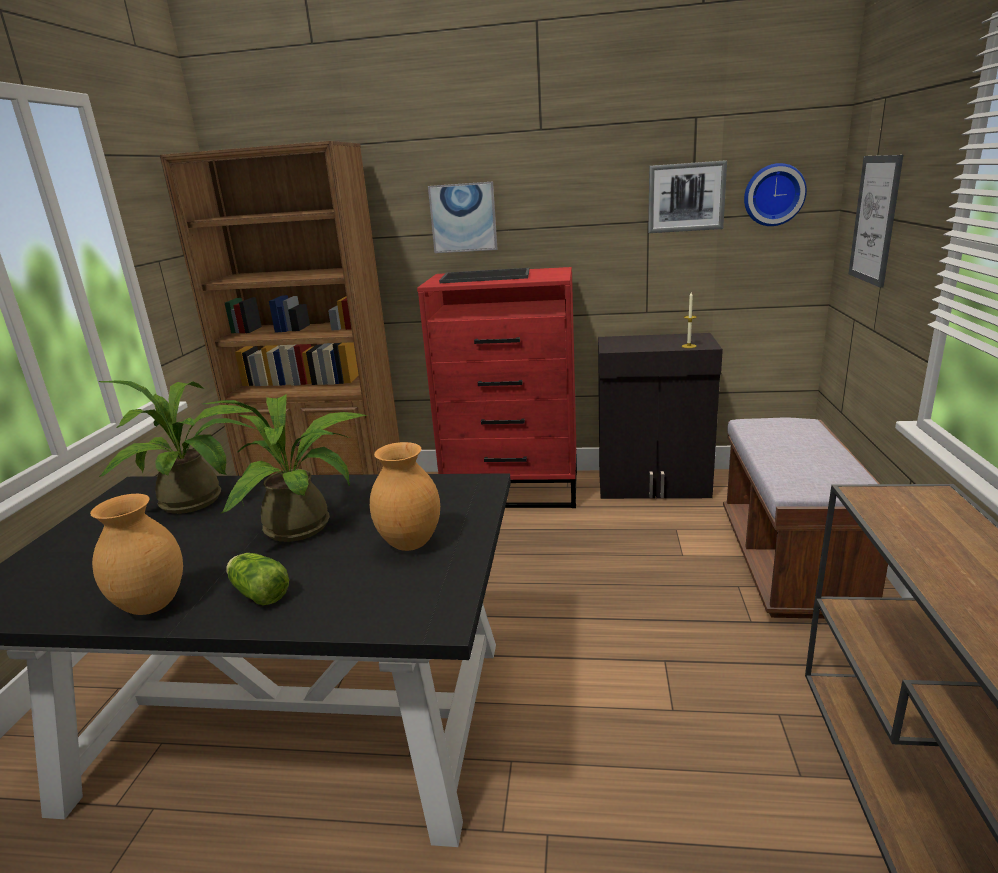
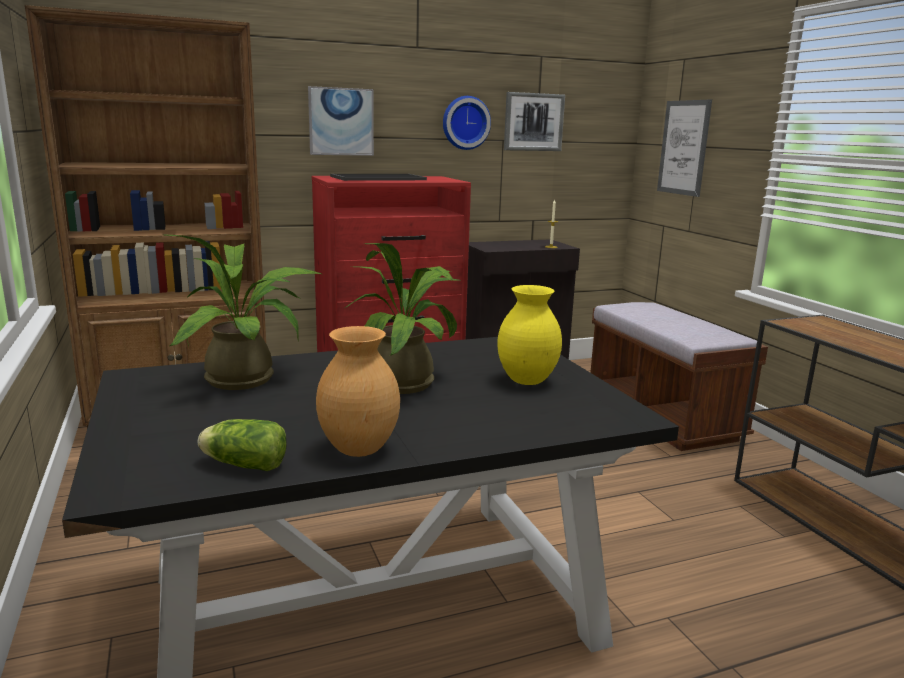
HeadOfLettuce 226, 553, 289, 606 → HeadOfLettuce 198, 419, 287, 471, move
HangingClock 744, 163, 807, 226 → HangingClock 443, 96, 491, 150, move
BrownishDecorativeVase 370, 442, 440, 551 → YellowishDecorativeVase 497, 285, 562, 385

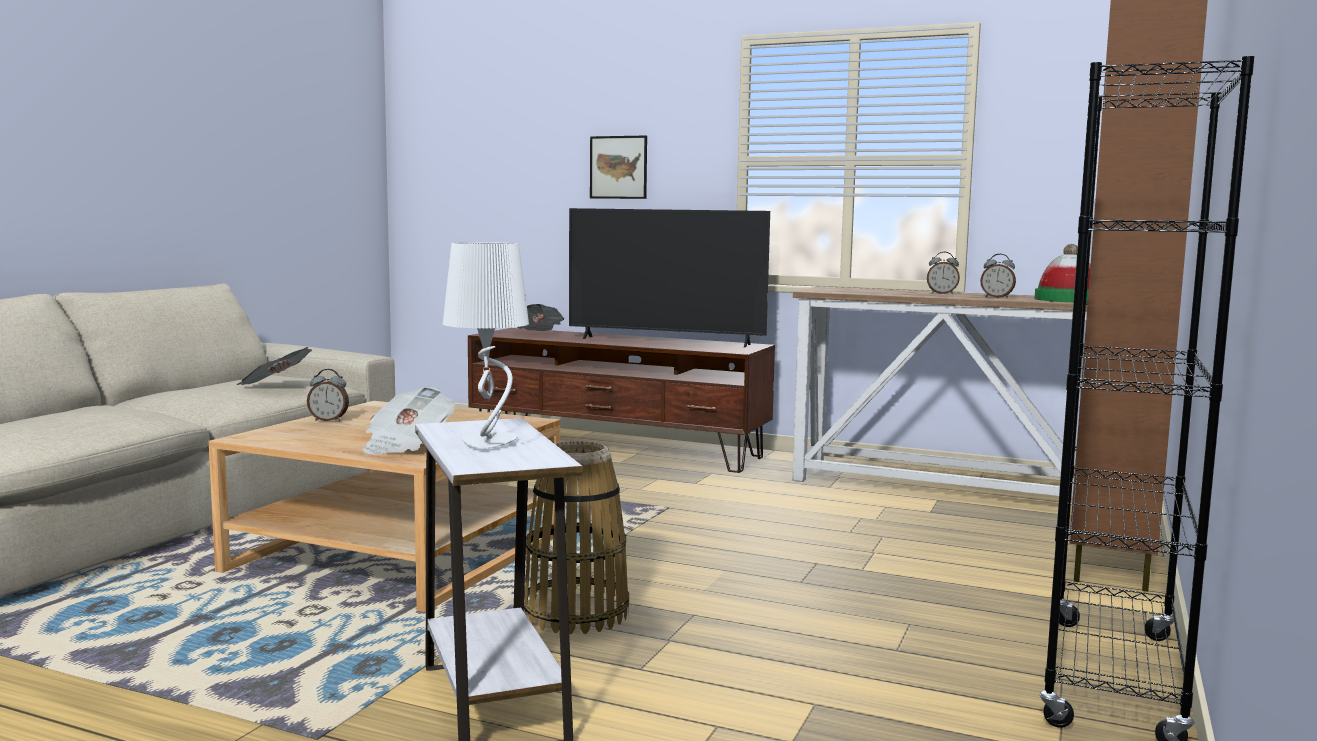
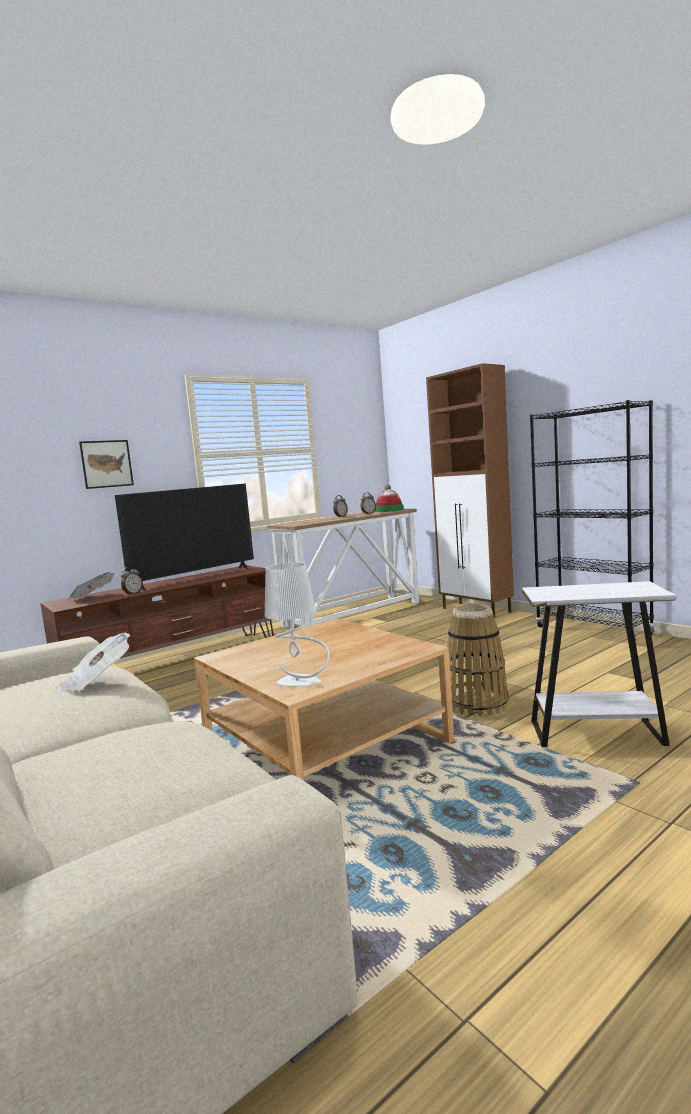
Newspaper 363, 387, 455, 455 → -
BedsideClock 307, 369, 349, 421 → BedsideClock 121, 566, 143, 596, move
WhitishTabletopLamp 443, 242, 529, 448 → WhitishTabletopLamp 265, 562, 329, 687, move

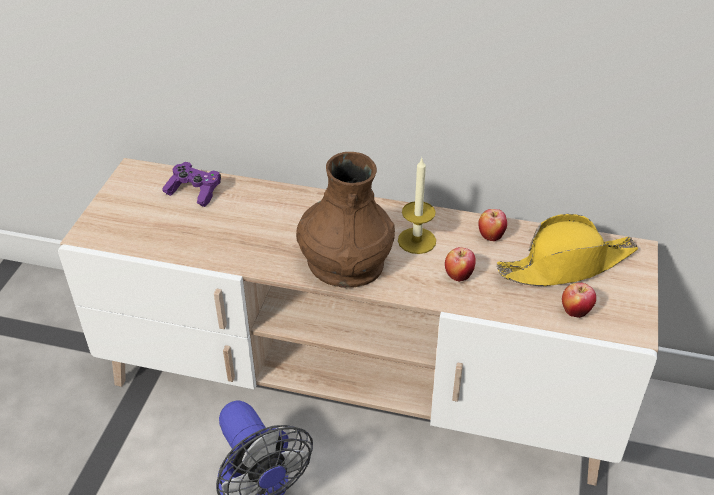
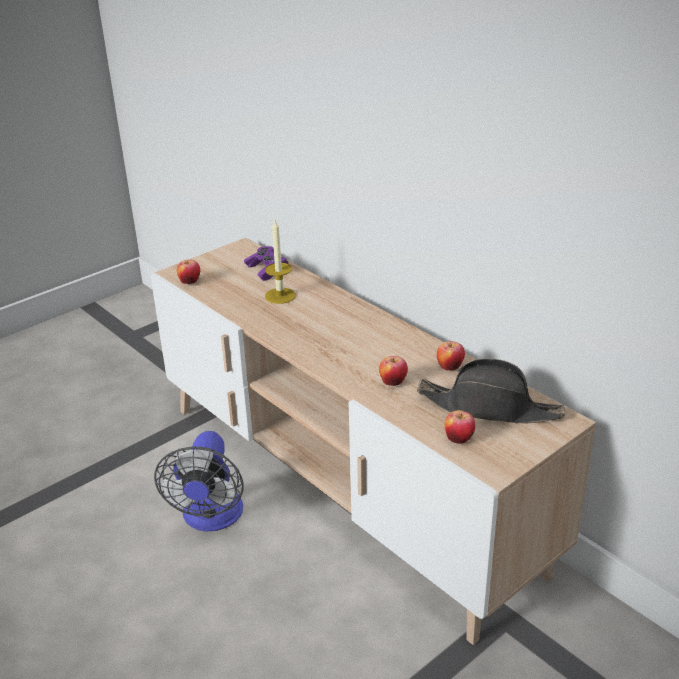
BrownishDecorativeVase 296, 152, 395, 288 → -
- → Apple 177, 260, 200, 284
WaxLight 398, 158, 436, 254 → WaxLight 265, 220, 296, 304, move
YellowishWearableHat 497, 214, 638, 286 → BlackishWearableHat 417, 359, 565, 423

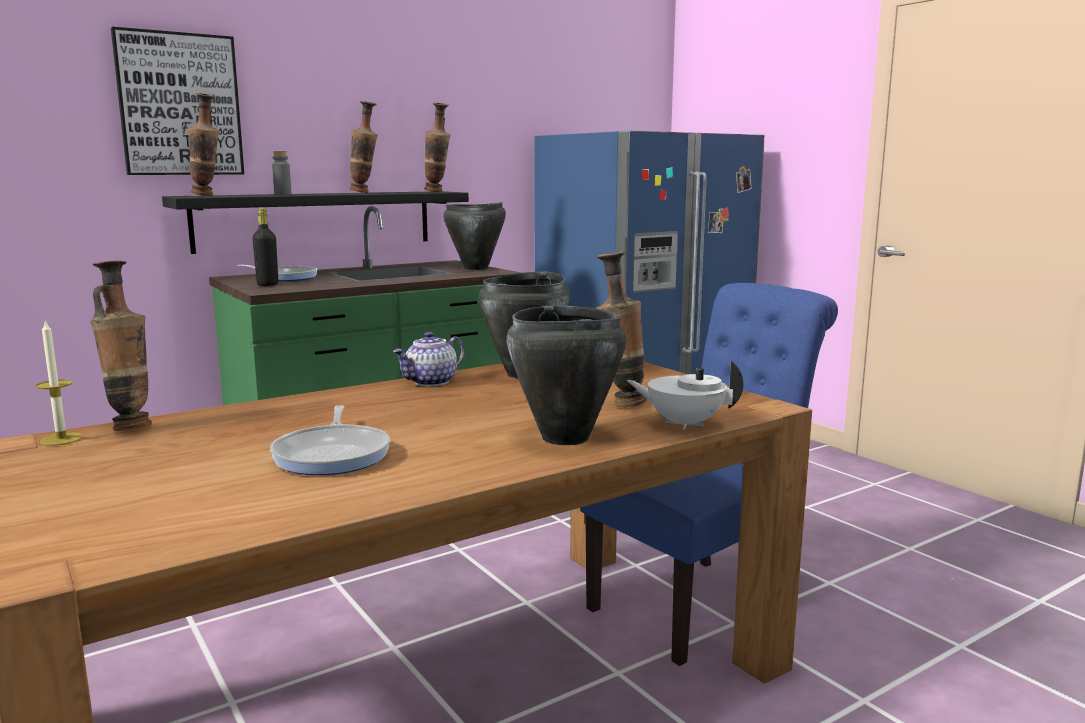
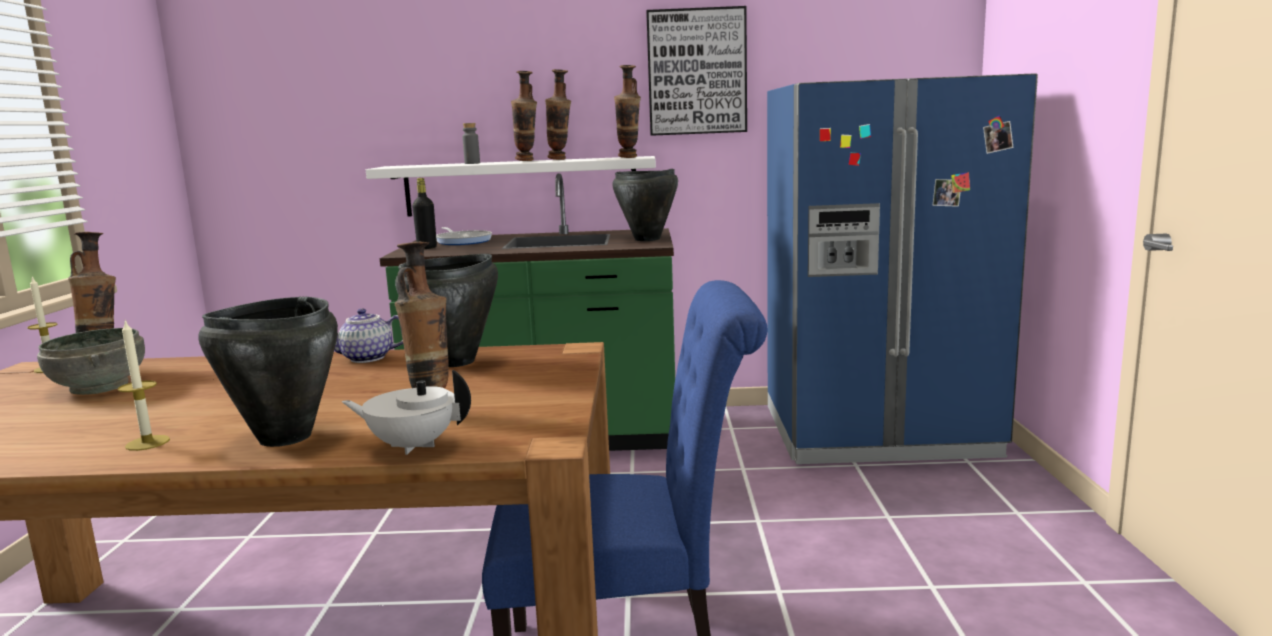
Pan 270, 405, 390, 475 → -
- → GrayBowl 37, 328, 145, 395
- → WaxLight 118, 320, 170, 451
WallPicture 111, 27, 244, 175 → WallPicture 646, 6, 747, 136, move
DecorativeVase 188, 93, 219, 196 → DecorativeVase 511, 71, 537, 161, move
BlackishBracketShelf 162, 191, 469, 254 → WhitishBracketShelf 366, 156, 656, 217
WhitishPotForTea 627, 360, 744, 430 → WhitishPotForTea 342, 370, 471, 455, 45 degrees counterclockwise

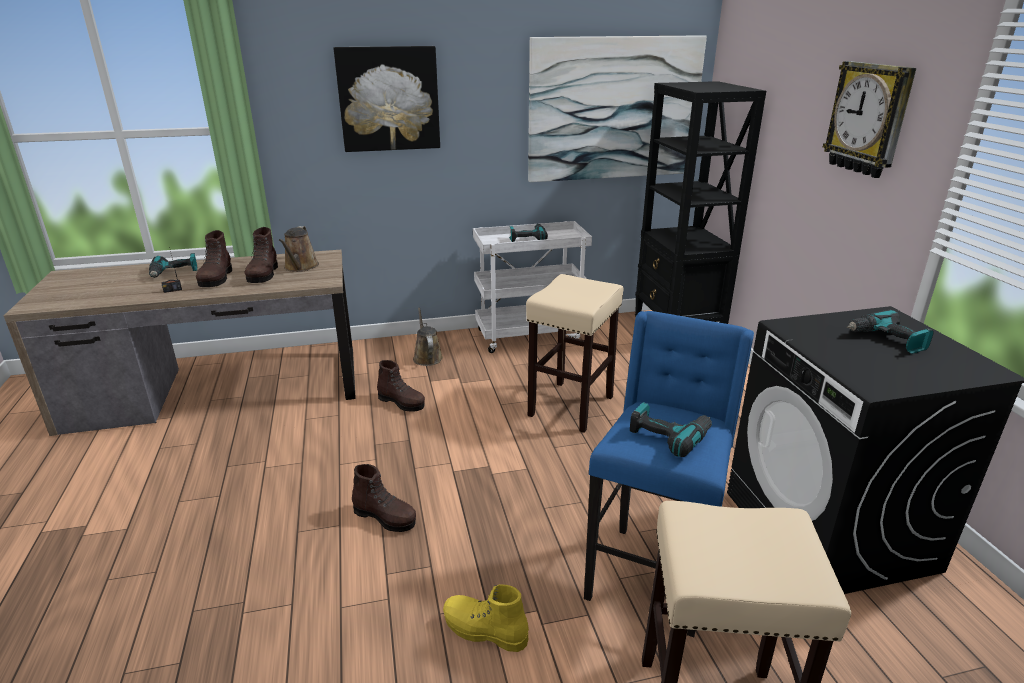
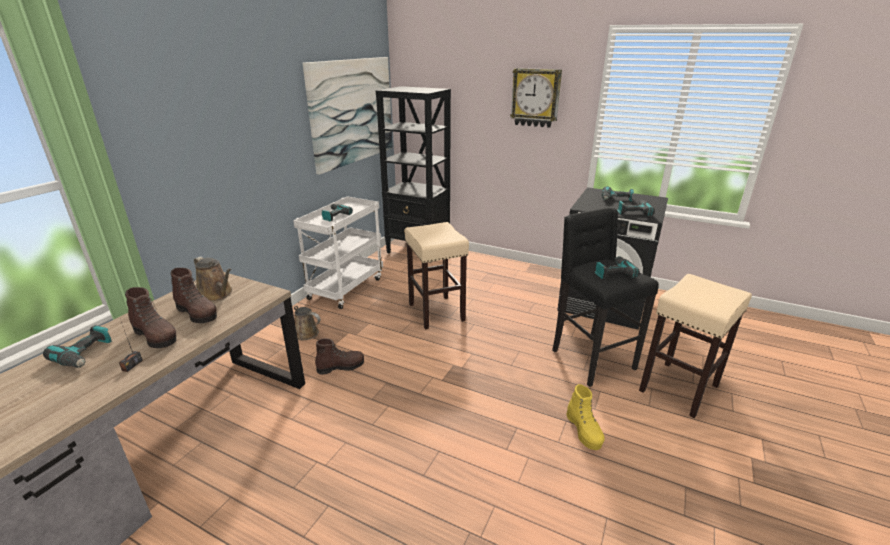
WallPicture 334, 46, 440, 152 → -
BrownishHighTopBoot 352, 464, 416, 532 → -
- → Drill 617, 200, 655, 216
BlueColouredStoolSeat 584, 311, 754, 637 → BlackishStoolSeat 552, 208, 659, 387
YellowishHighTopBoot 443, 584, 529, 652 → YellowishHighTopBoot 566, 384, 605, 450, 75 degrees counterclockwise

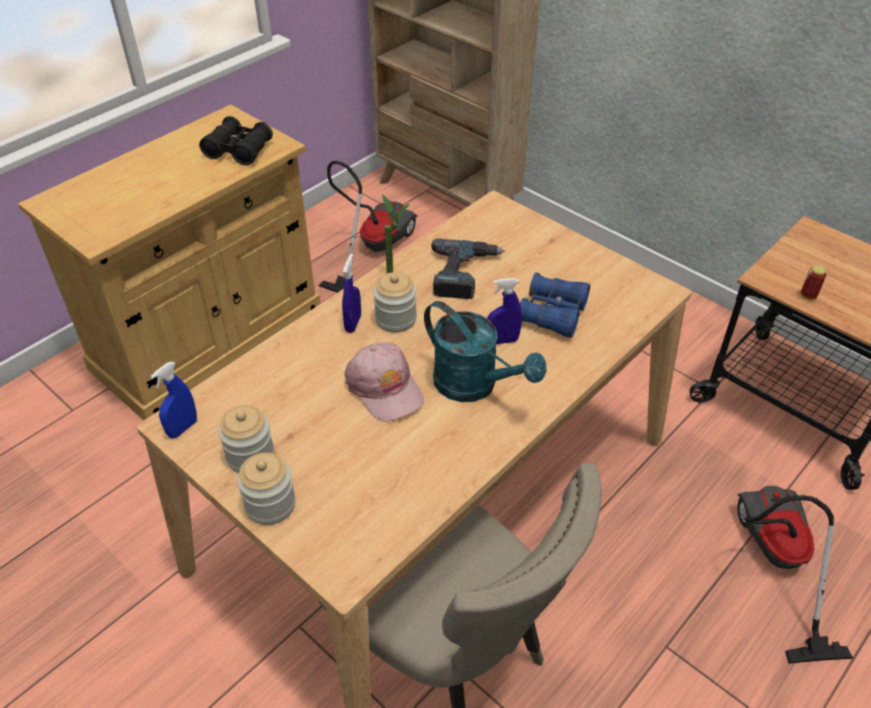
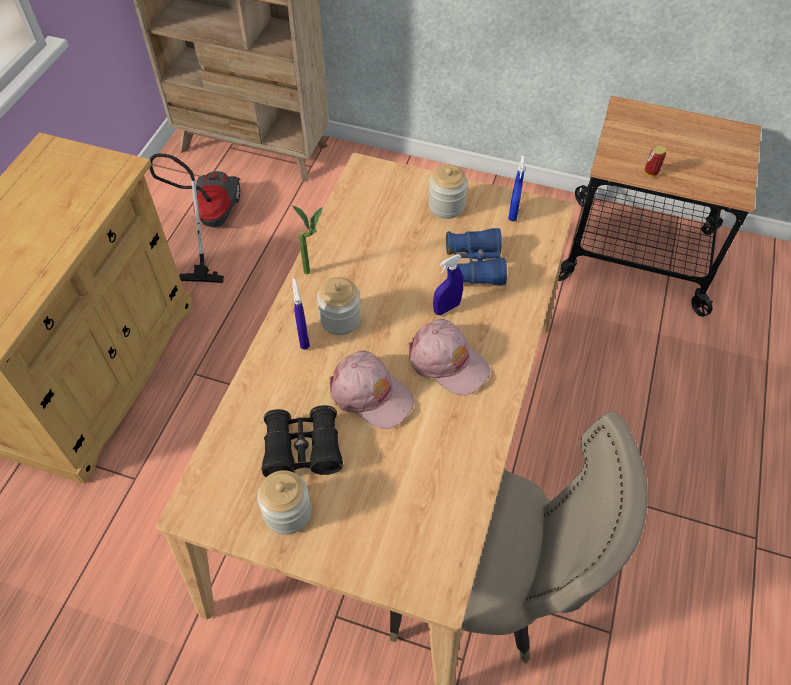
Drill 431, 239, 505, 299 → -
Vacuum 737, 486, 853, 664 → -
BlueColouredSprayBottle 150, 362, 197, 438 → BlueColouredSprayBottle 508, 156, 526, 221, move
BlackishFieldGlasses 199, 116, 273, 166 → BlackishFieldGlasses 261, 405, 343, 477, move
PreserveJar 237, 453, 296, 525 → PreserveJar 428, 165, 468, 219, move
TurquoiseWateringPot 424, 301, 546, 402 → PinkPeakedCap 409, 319, 490, 395

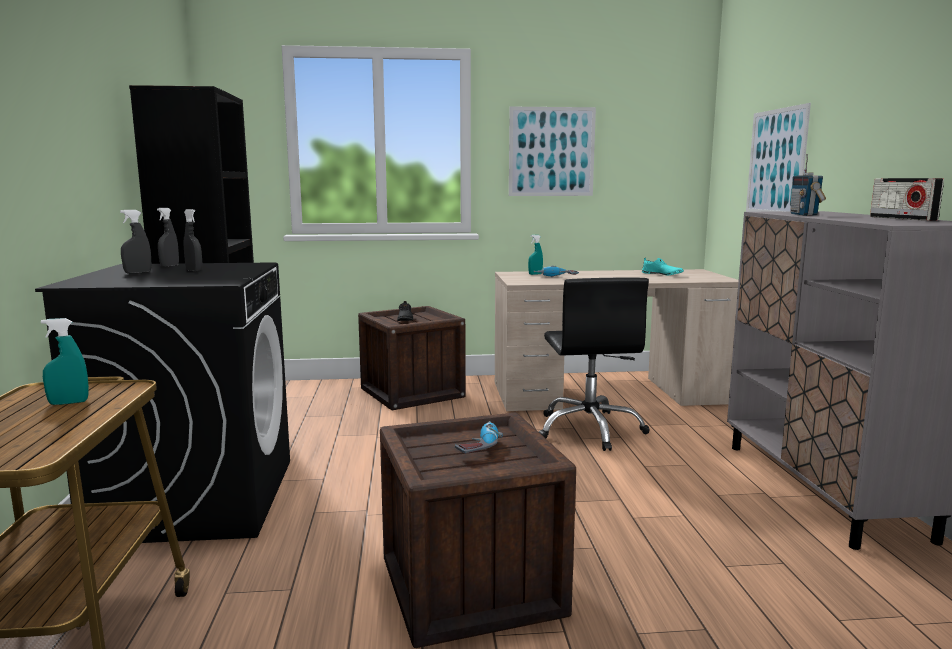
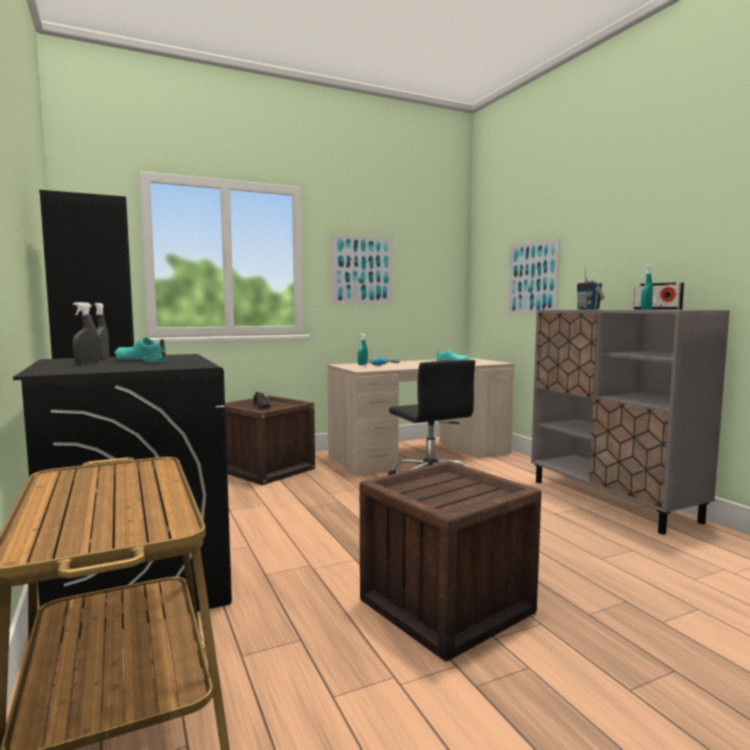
Drill 455, 421, 503, 453 → -
TurquoiseSprayBottle 41, 318, 89, 405 → TurquoiseSprayBottle 641, 264, 653, 310, move
GraySprayBottle 184, 209, 203, 272 → TurquoiseLowShoe 115, 337, 168, 362

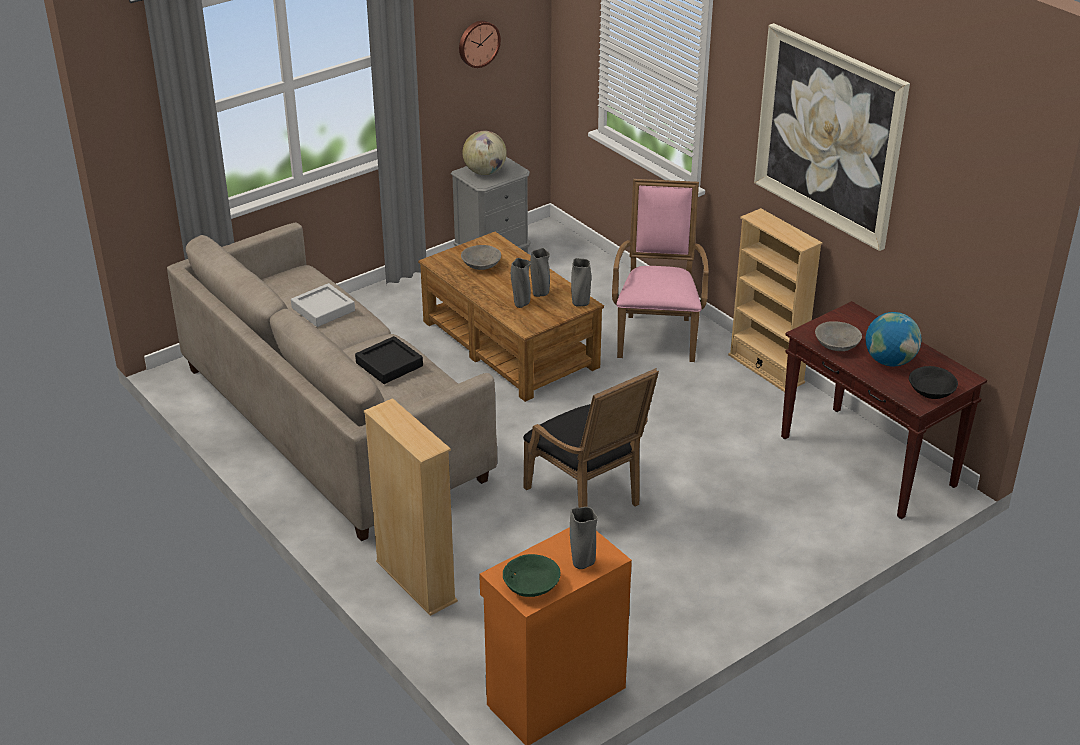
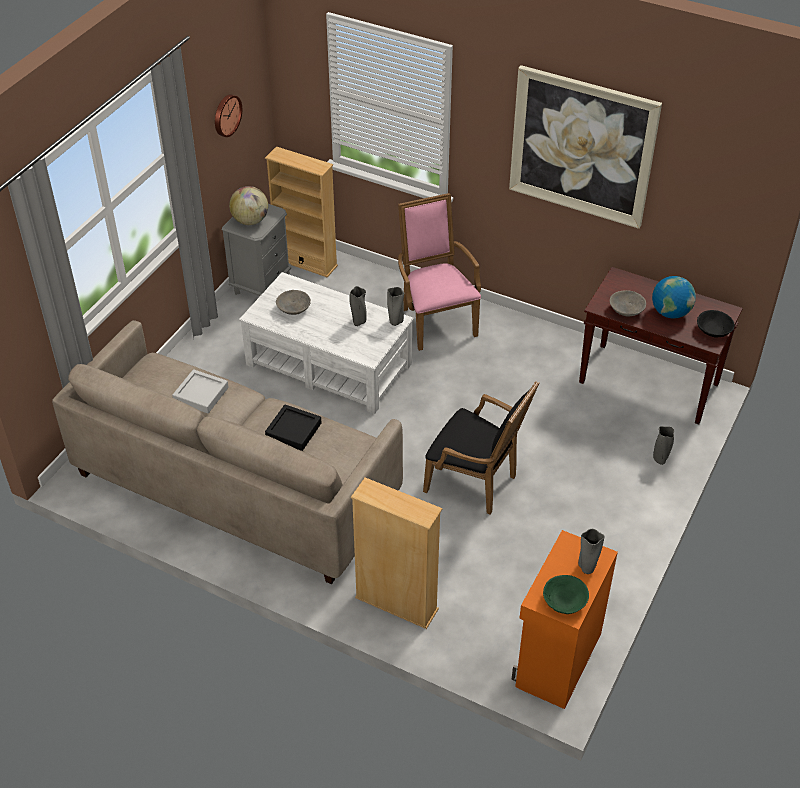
GrayDecorativeVase 511, 258, 531, 308 → GrayDecorativeVase 653, 426, 674, 465, move
SandColouredBookshelf 728, 208, 823, 392 → SandColouredBookshelf 265, 146, 338, 278, move
BrownishLoungeTable 418, 232, 604, 402 → WhitishLoungeTable 239, 272, 414, 414

